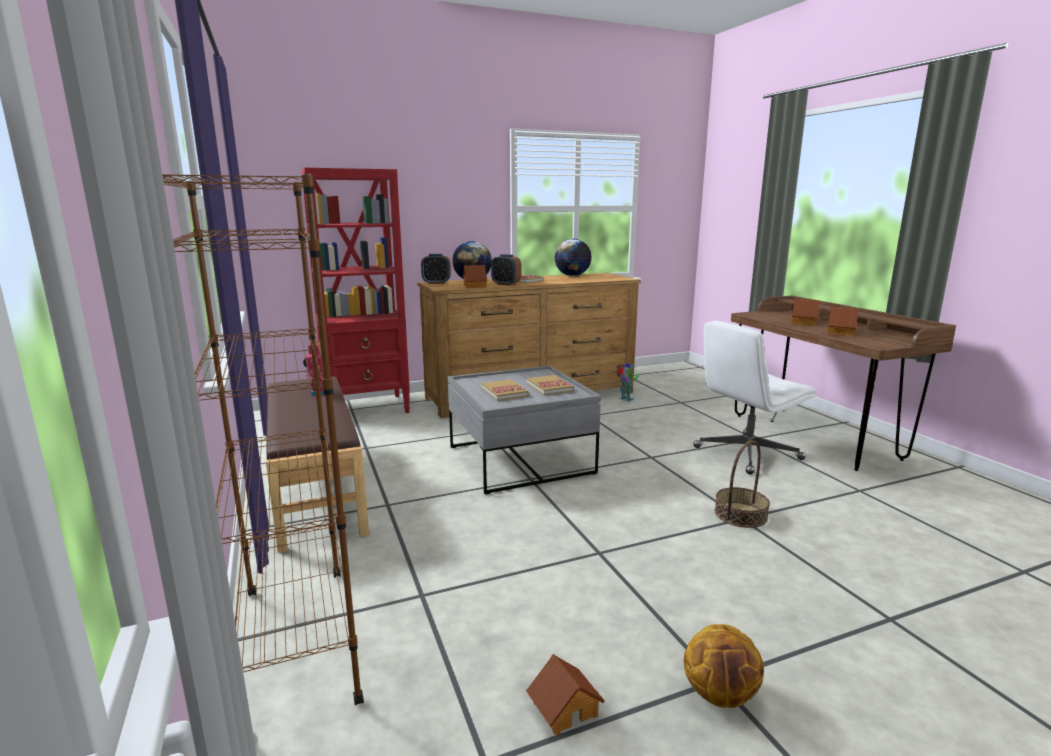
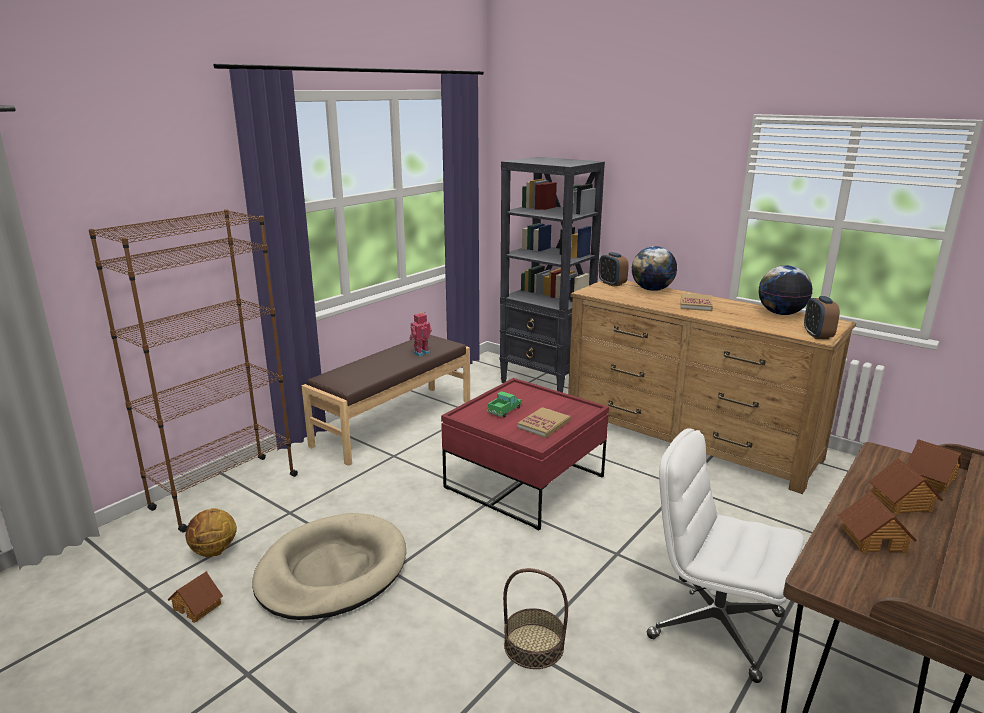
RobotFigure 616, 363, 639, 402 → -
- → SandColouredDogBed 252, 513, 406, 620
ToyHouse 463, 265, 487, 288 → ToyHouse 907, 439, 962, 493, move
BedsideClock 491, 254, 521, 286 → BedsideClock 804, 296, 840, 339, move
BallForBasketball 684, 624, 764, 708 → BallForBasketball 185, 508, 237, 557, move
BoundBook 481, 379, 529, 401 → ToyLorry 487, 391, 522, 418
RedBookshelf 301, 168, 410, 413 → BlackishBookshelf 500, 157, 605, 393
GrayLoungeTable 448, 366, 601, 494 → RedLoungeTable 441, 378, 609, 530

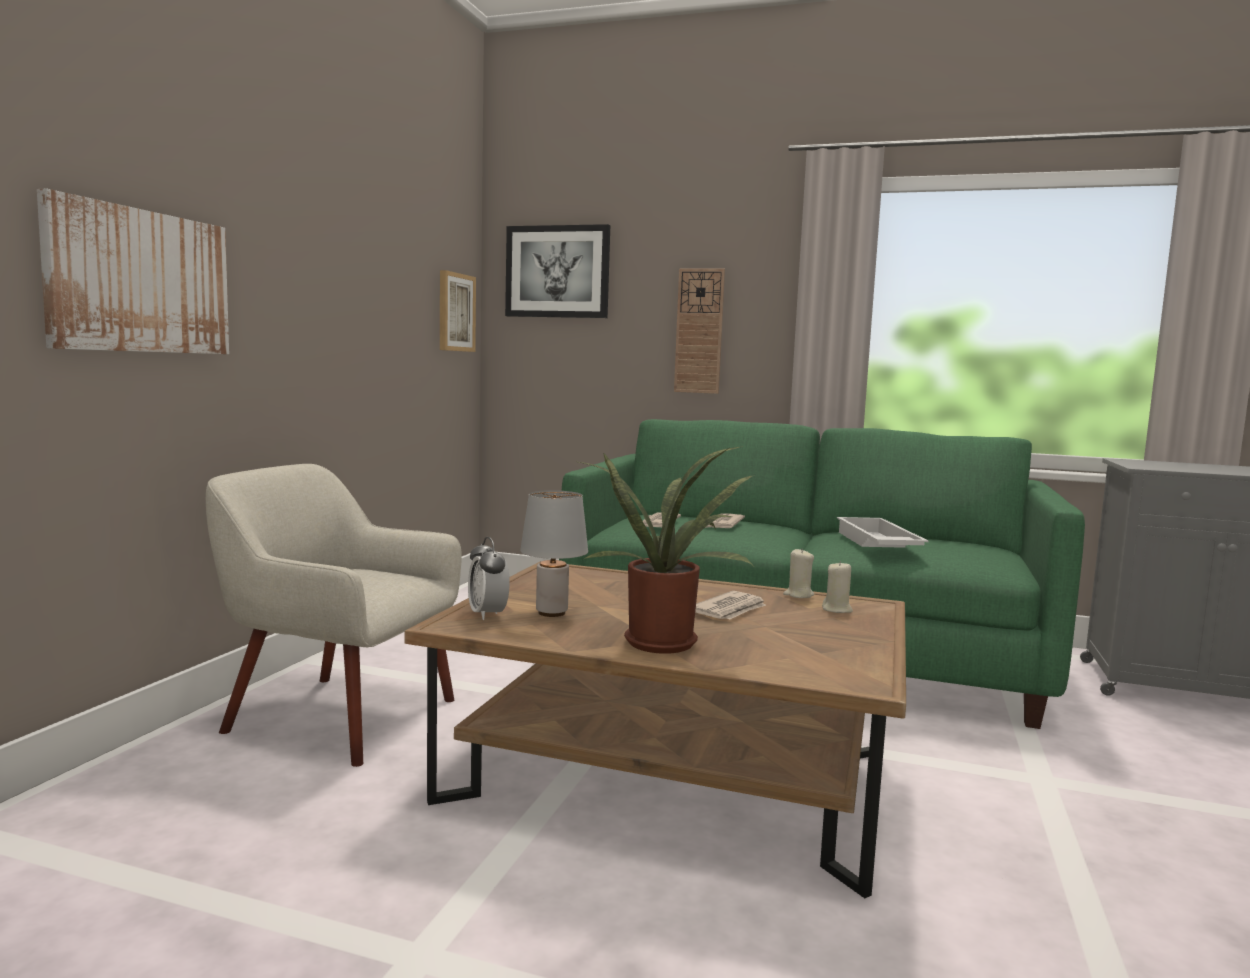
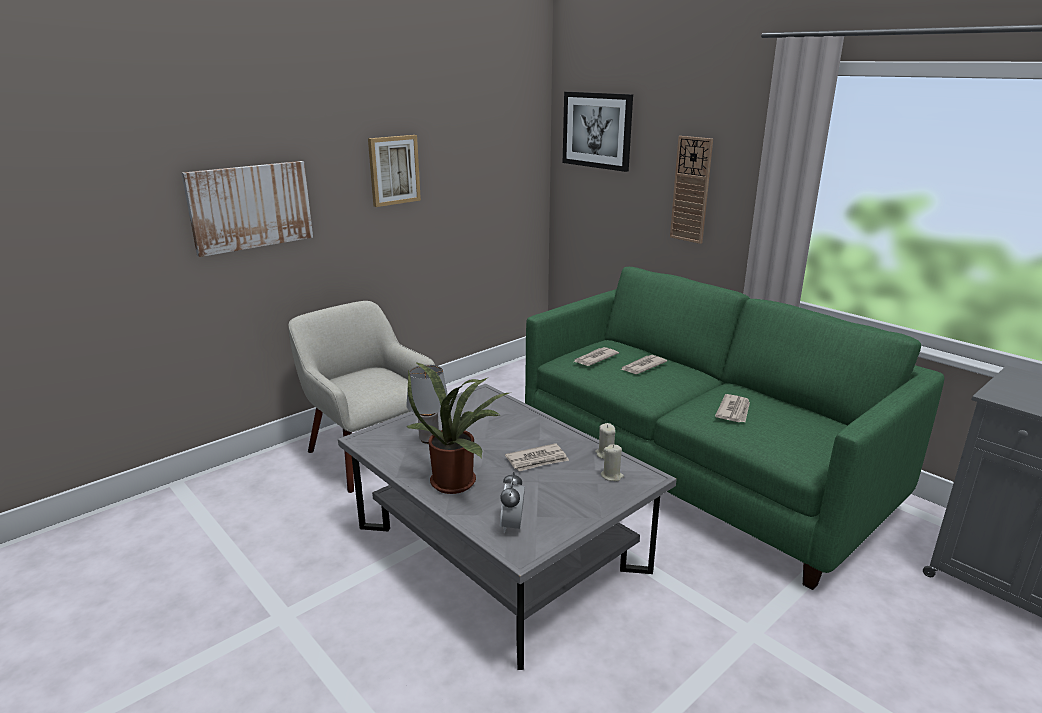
WallPicture 440, 270, 476, 352 → WallPicture 368, 135, 421, 207, move
BedsideClock 468, 537, 510, 620 → BedsideClock 500, 472, 525, 533, move
WhitishCarryingTray 837, 517, 928, 548 → Newspaper 715, 394, 750, 422
BrownishLoungeTable 404, 561, 906, 898 → GrayLoungeTable 338, 384, 677, 670

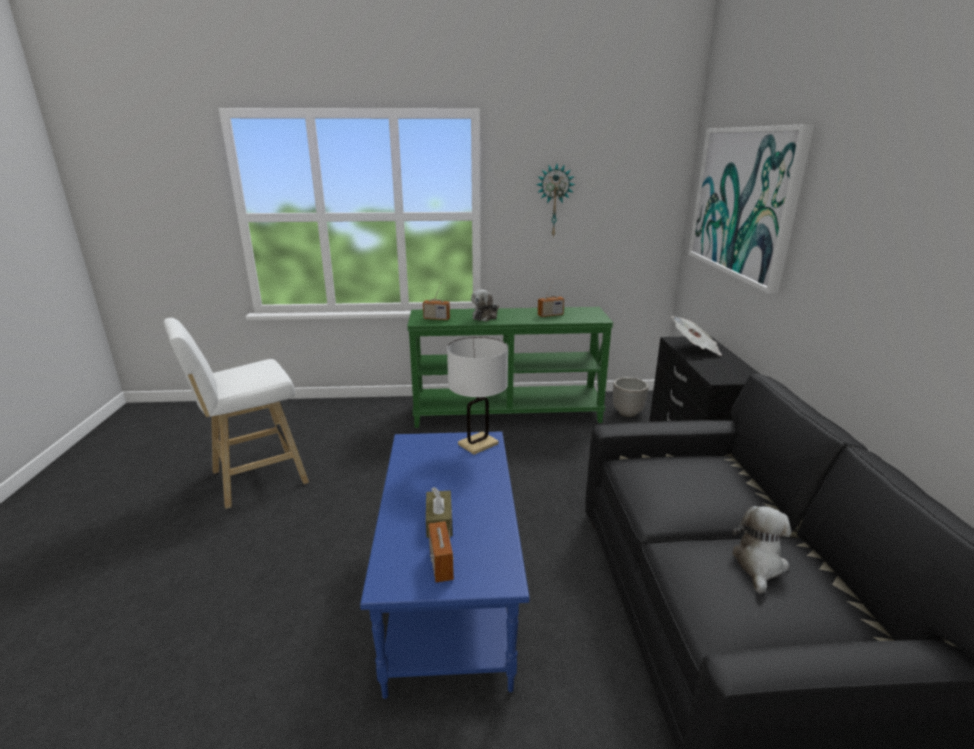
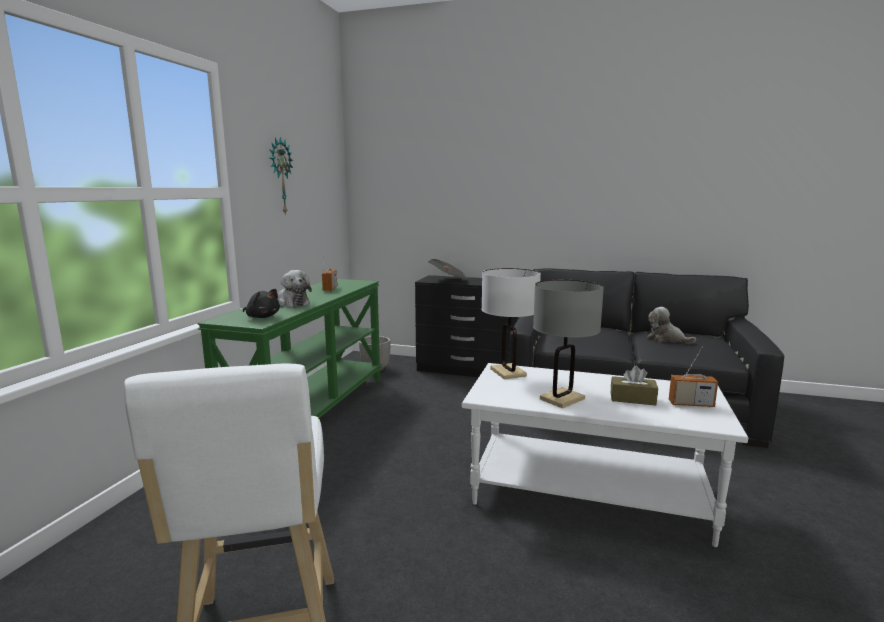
WallPicture 688, 124, 815, 294 → -
- → GrayTabletopLamp 533, 280, 604, 408
Radio 423, 286, 450, 320 → BlackishPlushToy 243, 289, 280, 318
BlueColouredLoungeTable 360, 431, 530, 699 → WhitishLoungeTable 462, 363, 748, 547

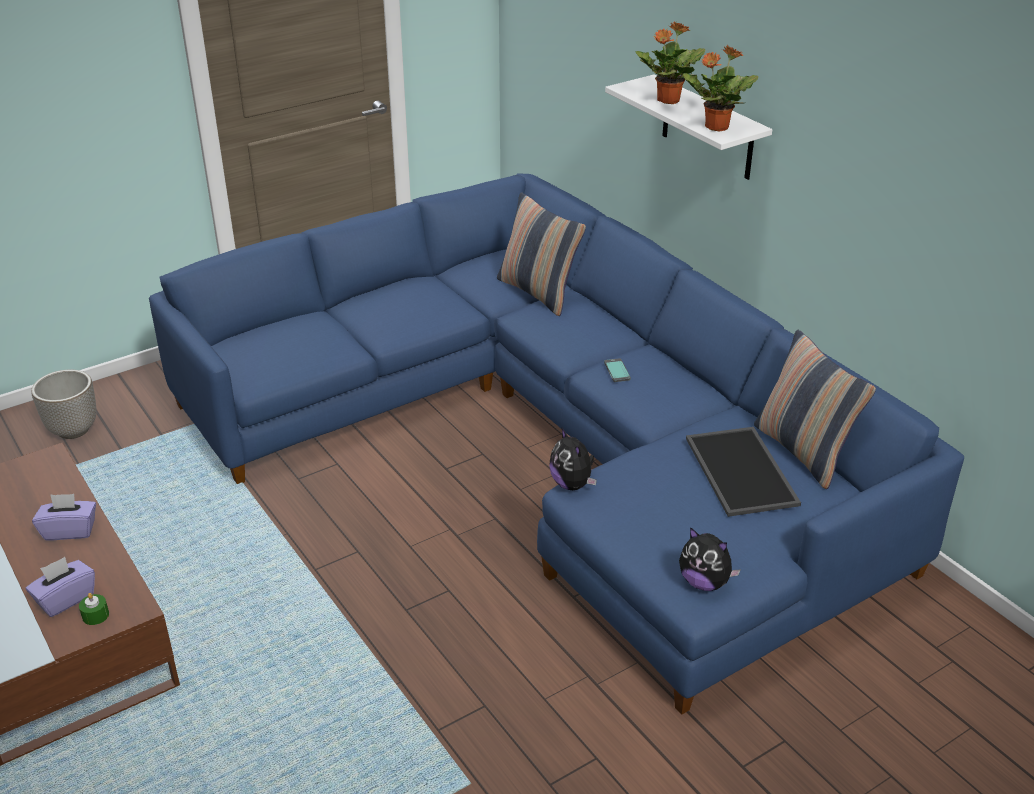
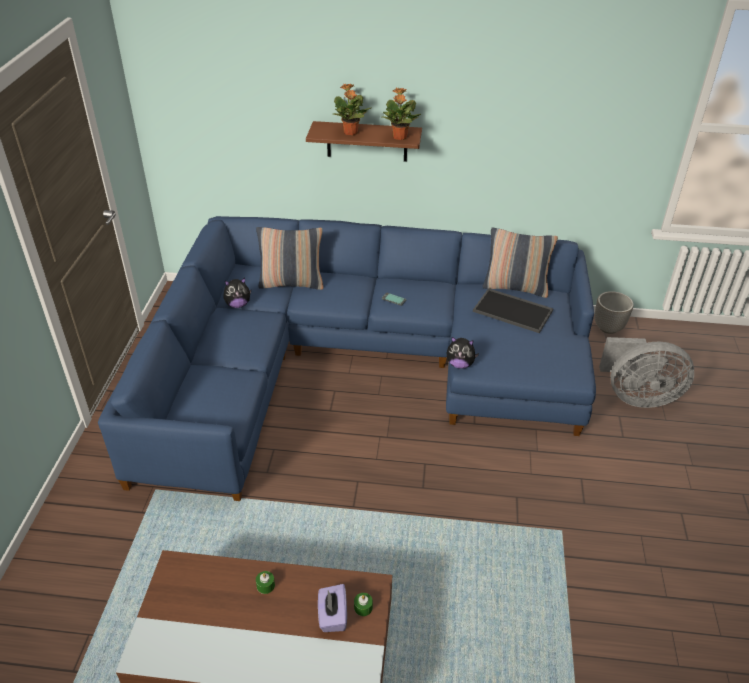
- → GrayFan 599, 337, 694, 408
FlowerPot 31, 369, 97, 439 → FlowerPot 595, 291, 633, 334, move
PlushToy 679, 527, 741, 591 → PlushToy 224, 278, 251, 308, move
PurplishTissueHolder 32, 494, 96, 540 → GreenWaxLight 256, 571, 275, 594
WhitishBracketShelf 605, 75, 772, 180 → BrownishBracketShelf 306, 121, 422, 162

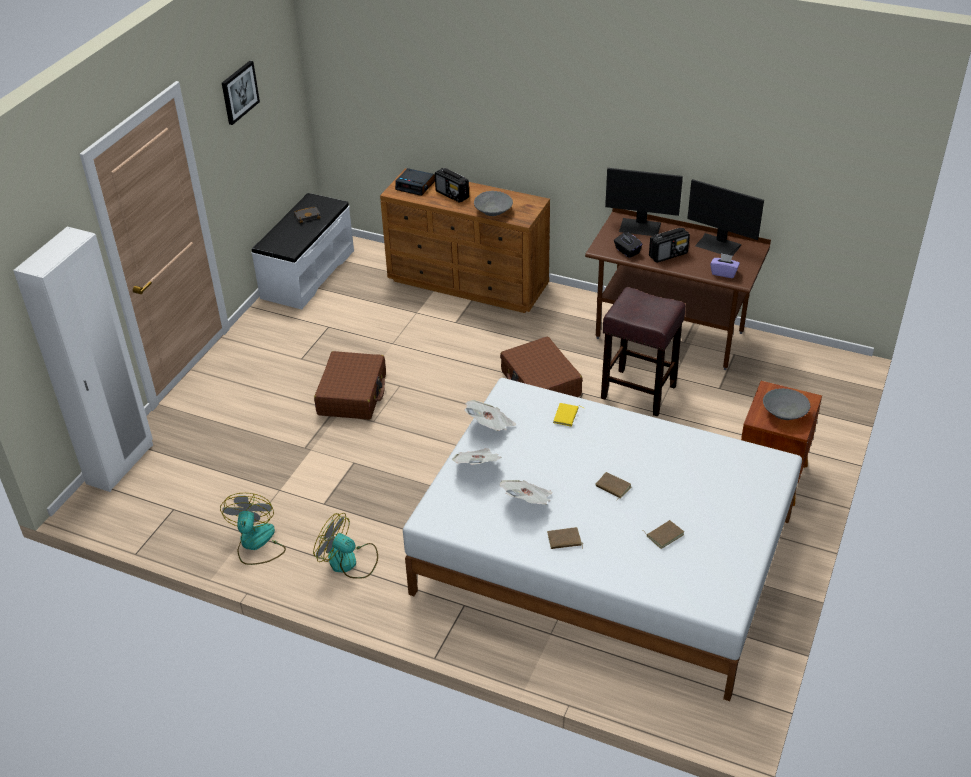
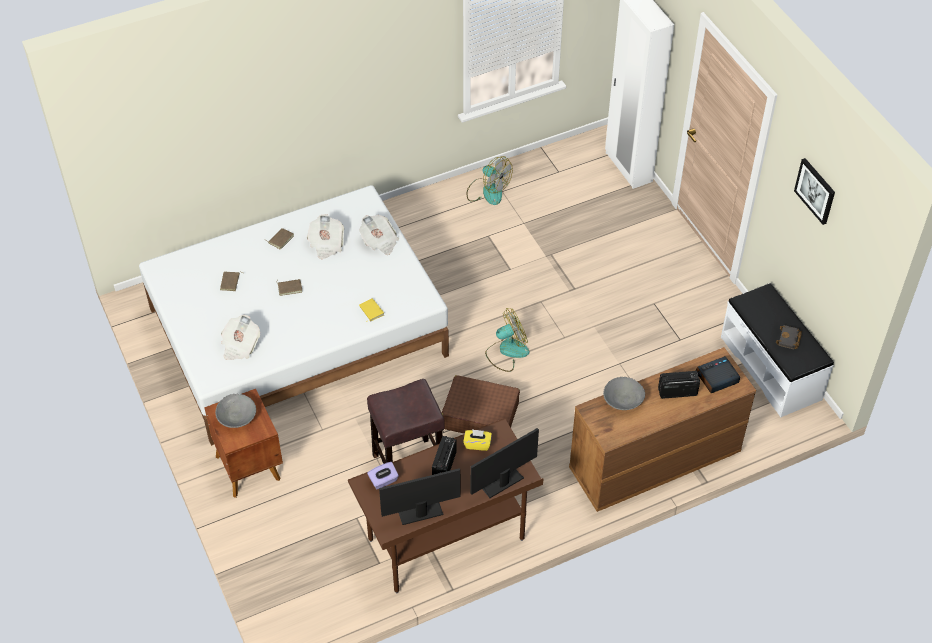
BrownishTravelCase 314, 351, 386, 420 → -
Fan 313, 513, 378, 579 → Fan 485, 308, 529, 372, move
Newspaper 464, 400, 516, 431 → Newspaper 221, 315, 260, 360, move
BlackishTissueHolder 614, 232, 642, 258 → YellowishTissueHolder 463, 429, 492, 451

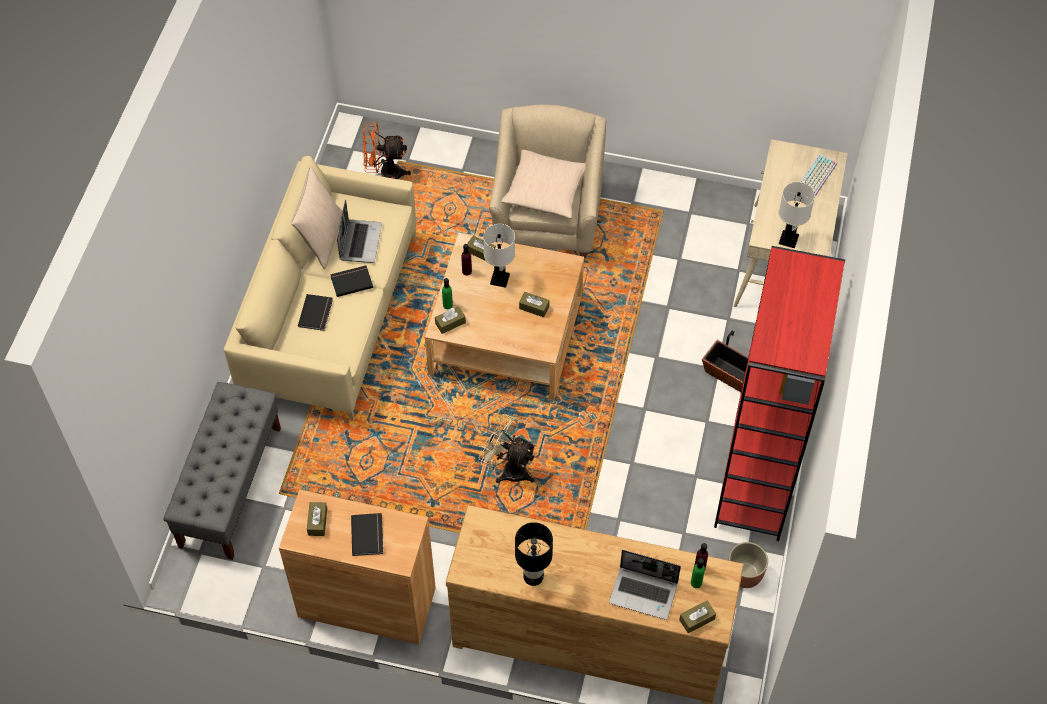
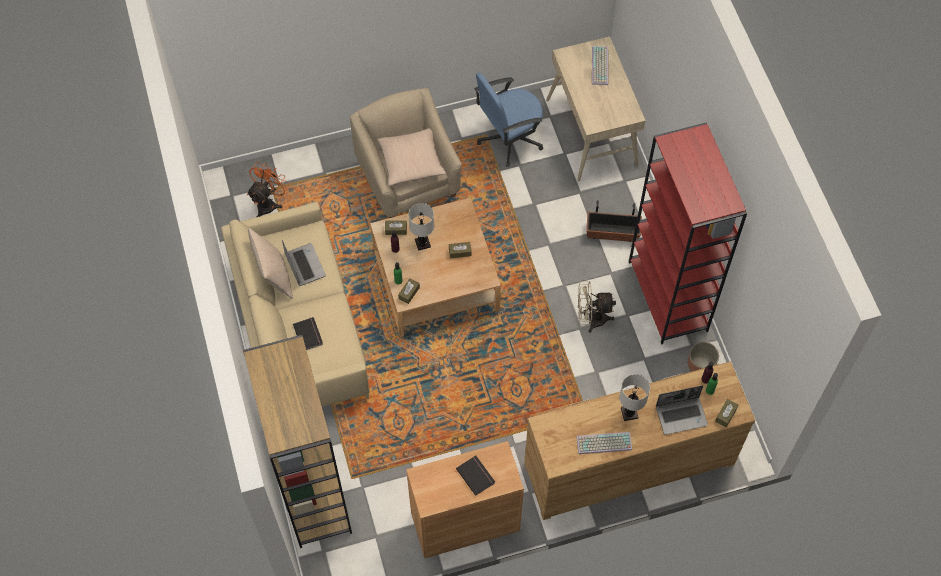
BrownishTissueHolder 307, 502, 327, 536 → -
BlackishBoundBook 330, 266, 373, 297 → -
- → BlueColouredComputerChair 475, 73, 543, 167
SandColouredFan 478, 414, 536, 483 → SandColouredFan 578, 281, 616, 333, move
WhitishTabletopLamp 779, 182, 815, 248 → WhitishTabletopLamp 619, 374, 650, 421, move
GrayIndoorBench 163, 382, 281, 560 → BrownishBookshelf 243, 335, 352, 548
BlackishTabletopLamp 515, 522, 553, 586 → Keyboard 576, 432, 632, 454
OrangeColouredFan 363, 122, 411, 179 → OrangeColouredFan 247, 162, 289, 217, 150 degrees clockwise

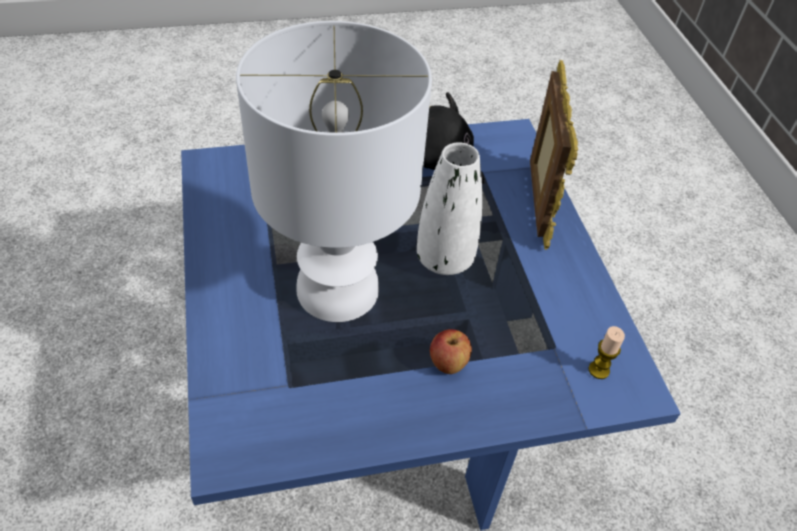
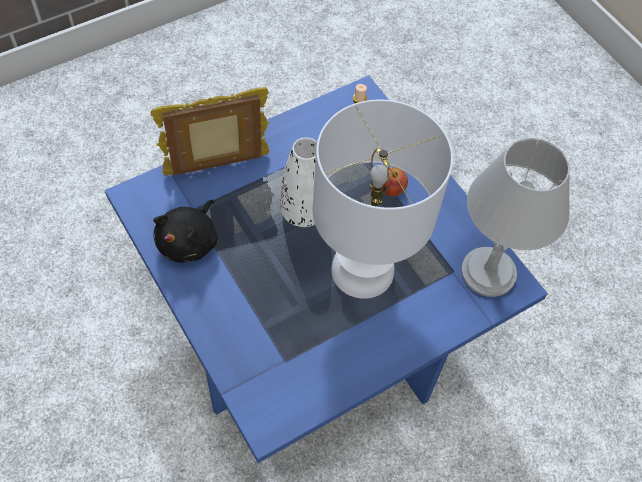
- → GrayTabletopLamp 461, 138, 570, 297

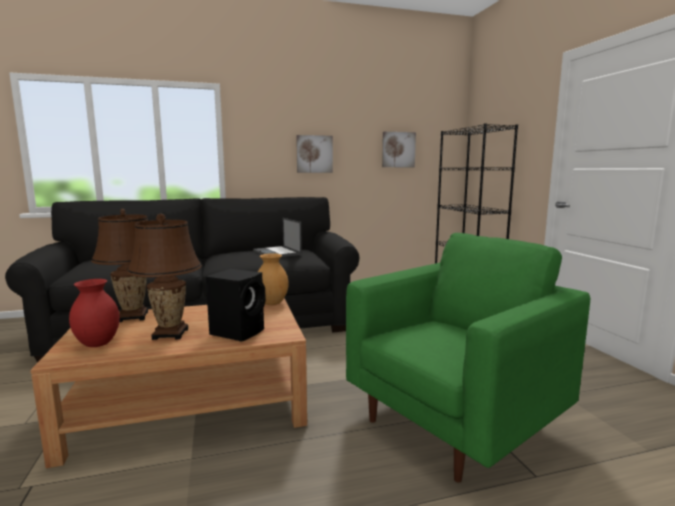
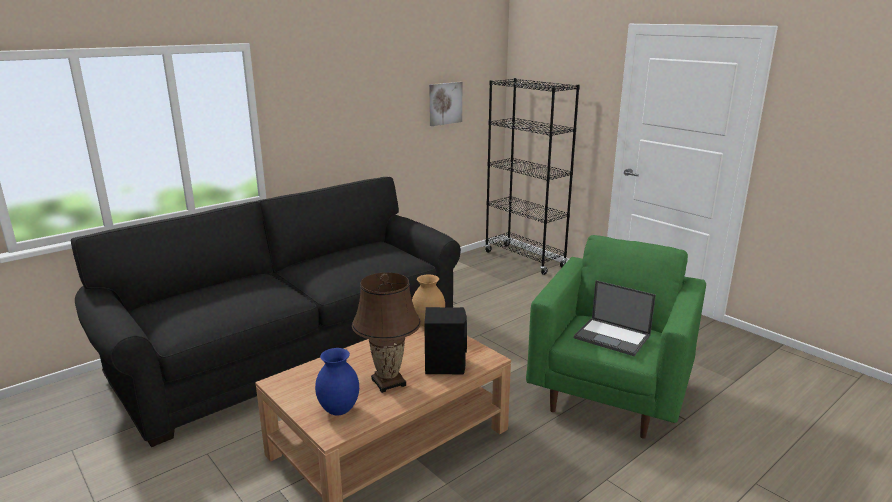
BrownishTabletopLamp 91, 209, 148, 322 → -
WallPicture 296, 135, 333, 173 → -
NotebookComputer 253, 218, 302, 257 → NotebookComputer 574, 280, 656, 356, move
RedDecorativeVase 69, 279, 120, 347 → BlueColouredDecorativeVase 315, 348, 359, 415

